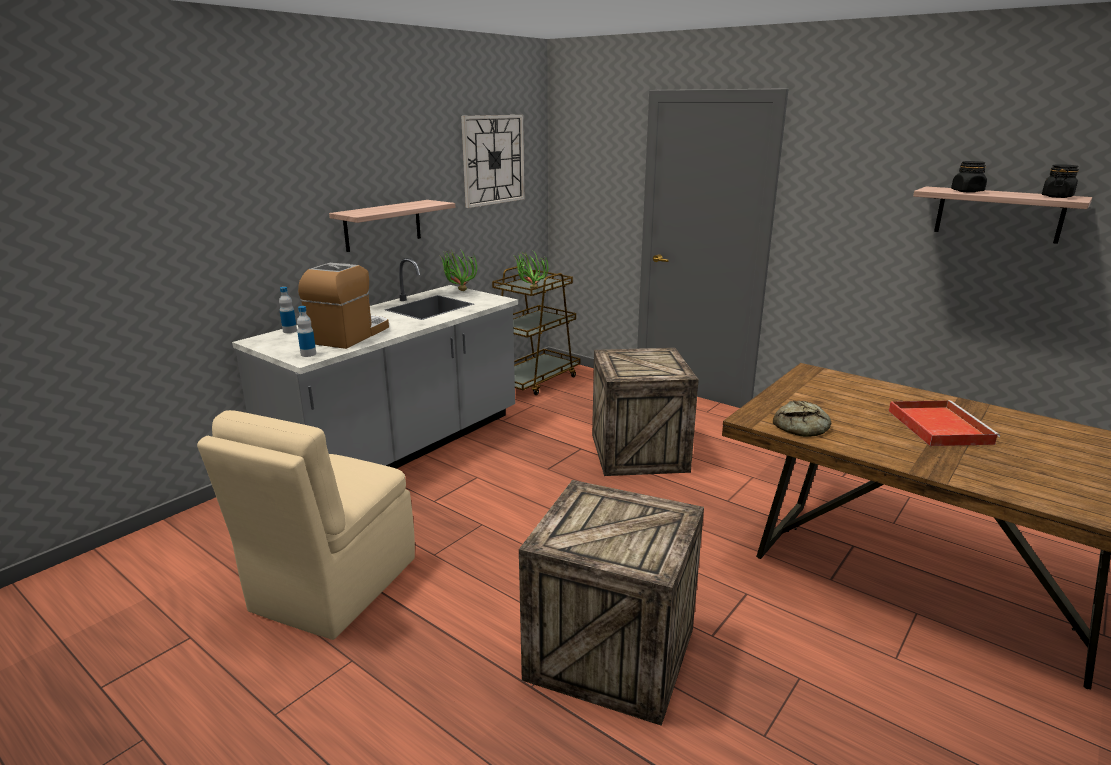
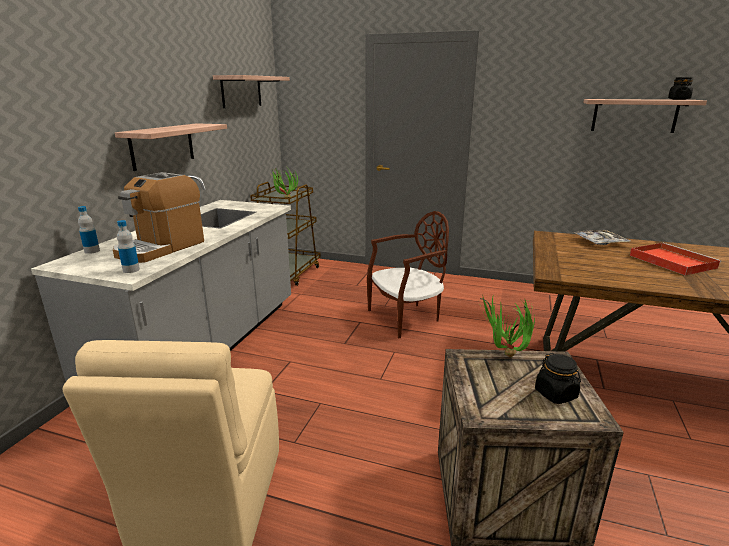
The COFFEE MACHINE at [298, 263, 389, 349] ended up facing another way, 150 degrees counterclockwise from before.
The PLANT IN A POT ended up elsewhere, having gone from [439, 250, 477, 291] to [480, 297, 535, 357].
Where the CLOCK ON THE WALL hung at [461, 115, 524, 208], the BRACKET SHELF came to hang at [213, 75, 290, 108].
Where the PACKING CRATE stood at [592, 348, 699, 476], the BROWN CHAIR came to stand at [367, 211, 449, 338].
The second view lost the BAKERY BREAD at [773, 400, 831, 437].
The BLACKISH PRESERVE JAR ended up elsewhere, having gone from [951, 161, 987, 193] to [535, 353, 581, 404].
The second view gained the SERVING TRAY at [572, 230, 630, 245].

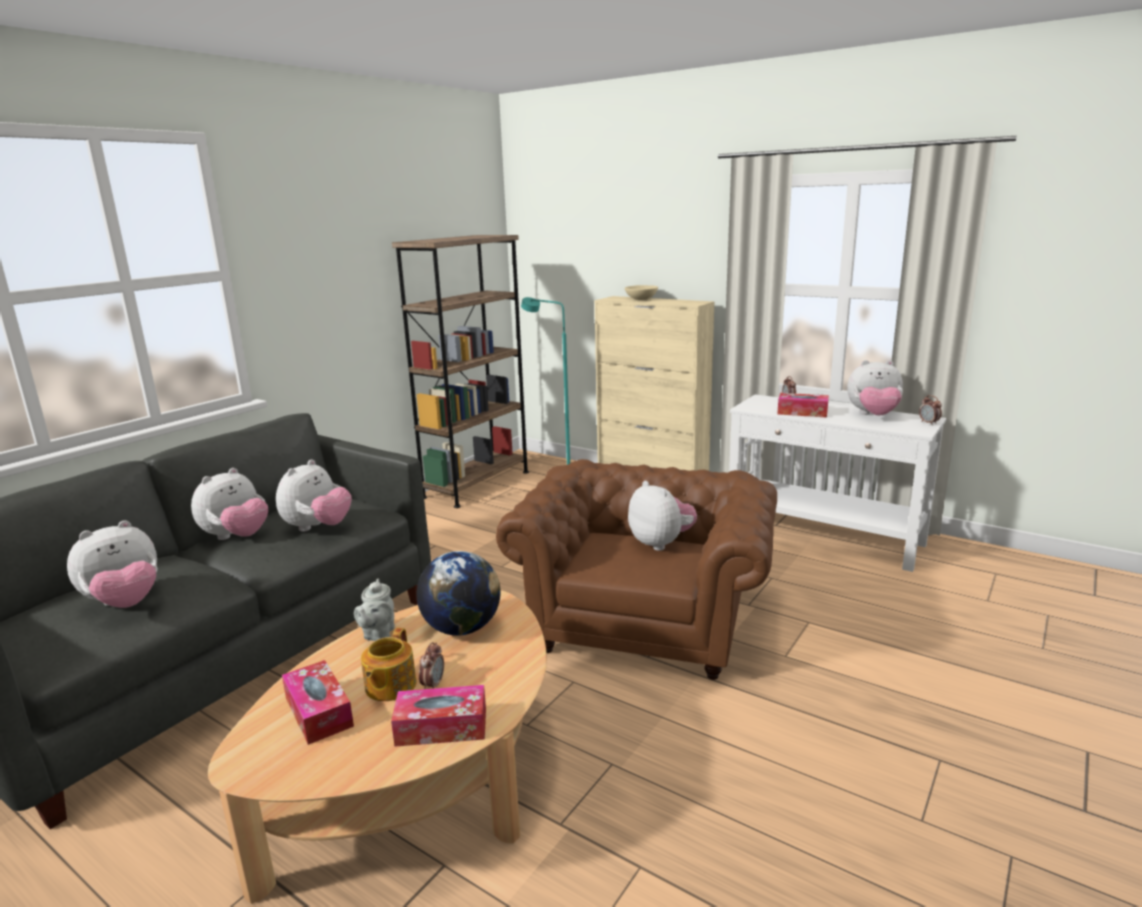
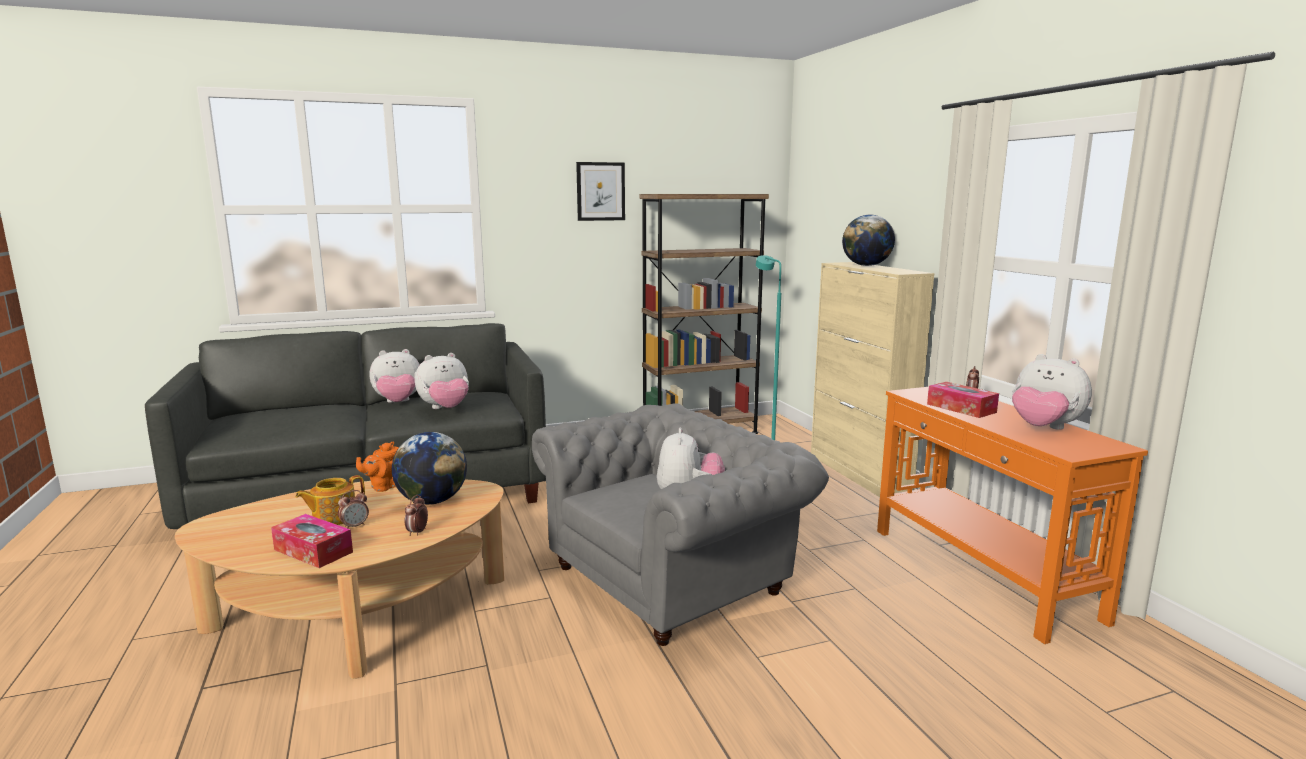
The second view lost the SOFT TOY at [67, 520, 157, 608].
The second view lost the BOX OF TISSUES at [282, 660, 354, 745].
What was the GREYISH POT FOR TEA at [354, 579, 395, 641] turned into the ORANGE-COLOURED POT FOR TEA at [356, 442, 399, 492].
What was the BROWN EASY CHAIR at [496, 459, 777, 680] turned into the GREYISH EASY CHAIR at [532, 403, 829, 646].
Where the BEIGE SERVING BOWL stood at [625, 285, 658, 300], the GLOBE came to stand at [842, 215, 895, 266].
What was the WHITE-COLOURED NARROW TABLE at [729, 394, 946, 572] turned into the ORANGE-COLOURED NARROW TABLE at [877, 387, 1148, 644].
The TABLE CLOCK ended up elsewhere, having gone from [919, 395, 942, 424] to [405, 495, 428, 536].
The second view gained the PICTURE at [576, 162, 625, 221].

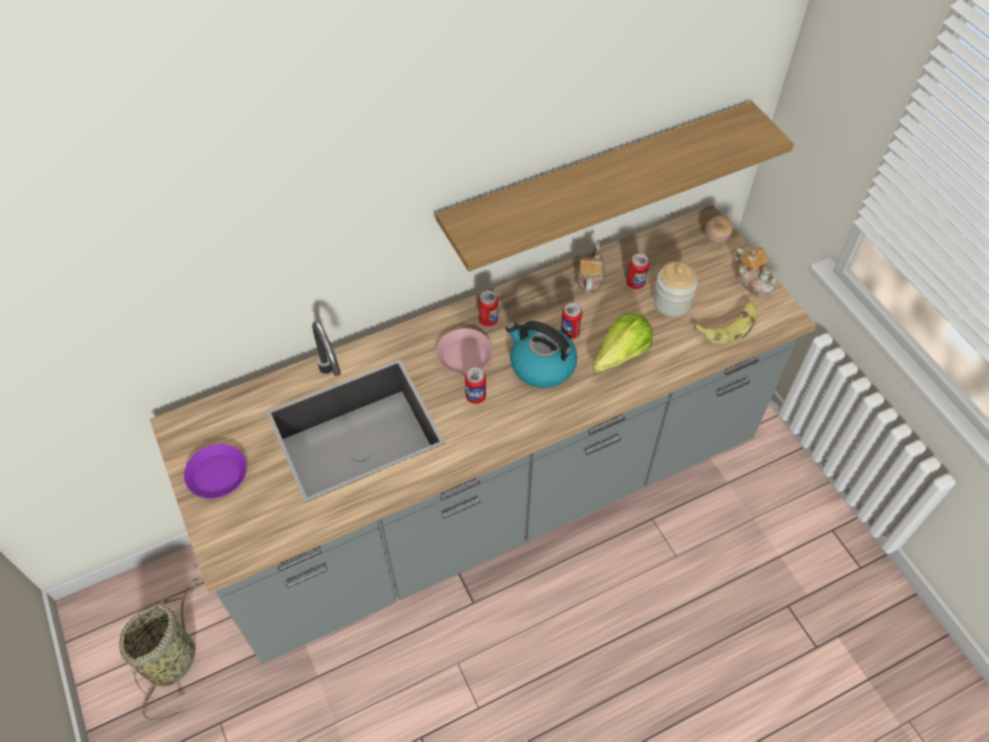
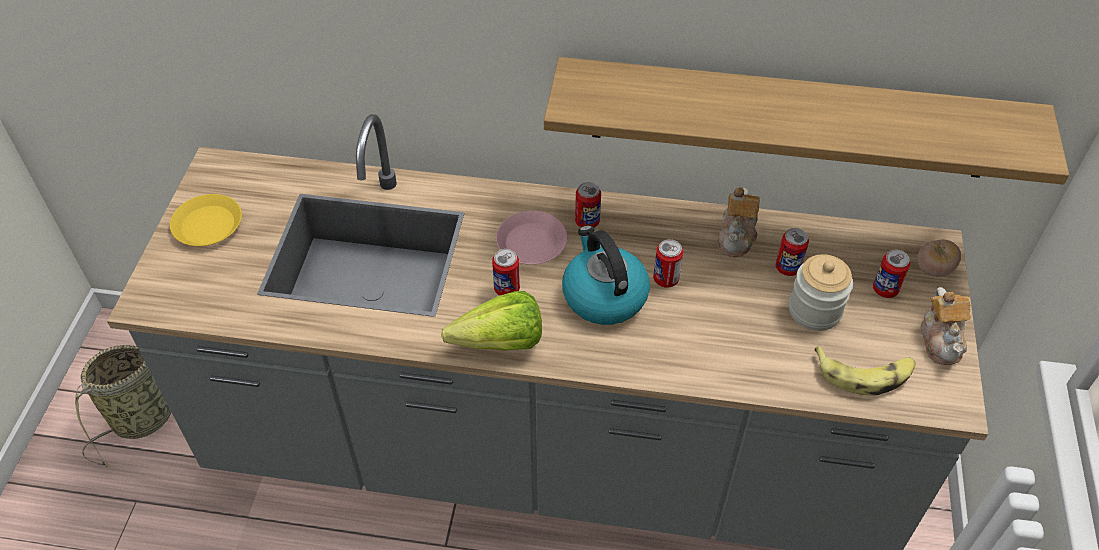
What was the PURPLE-COLOURED FLAT DISH at [184, 444, 247, 499] turned into the YELLOWISH FLAT DISH at [170, 194, 242, 246].
The POT FOR TEA at [574, 241, 605, 293] ended up facing another way, 150 degrees clockwise from before.
The HEAD OF LETTUCE ended up elsewhere, having gone from [593, 313, 653, 373] to [441, 291, 542, 351].
The second view gained the METAL CAN at [873, 250, 910, 298].

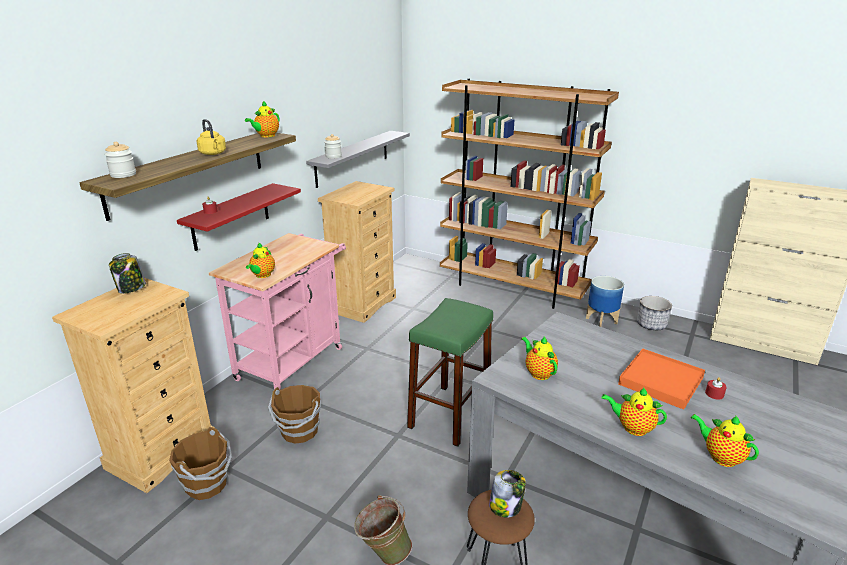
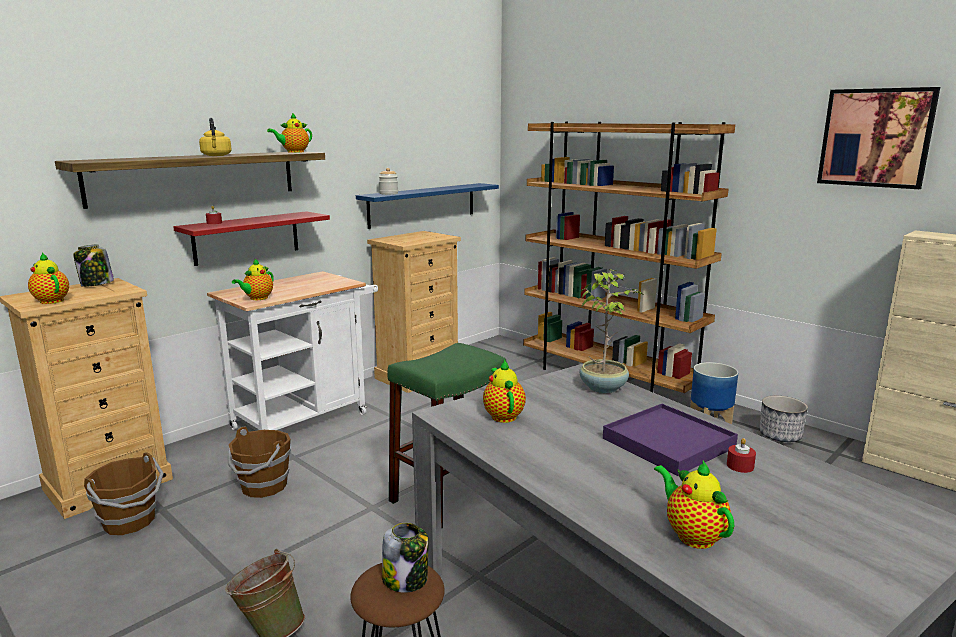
The second view lost the PRESERVE JAR at [104, 142, 136, 178].
What was the PINKISH WHEELED CART at [209, 233, 346, 390] turned into the WHITE-COLOURED WHEELED CART at [207, 271, 378, 430].
What was the GREYISH BRACKET SHELF at [306, 131, 410, 188] turned into the BLUISH BRACKET SHELF at [356, 183, 499, 229].
The POT FOR TEA ended up elsewhere, having gone from [601, 387, 667, 436] to [28, 252, 69, 304].
What was the ORANGE-COLOURED SERVING TRAY at [618, 348, 705, 410] turned into the PURPLE-COLOURED SERVING TRAY at [603, 404, 738, 476].
The second view gained the PLANT IN A POT at [579, 269, 643, 393].
The second view gained the PICTURE at [817, 87, 940, 189].

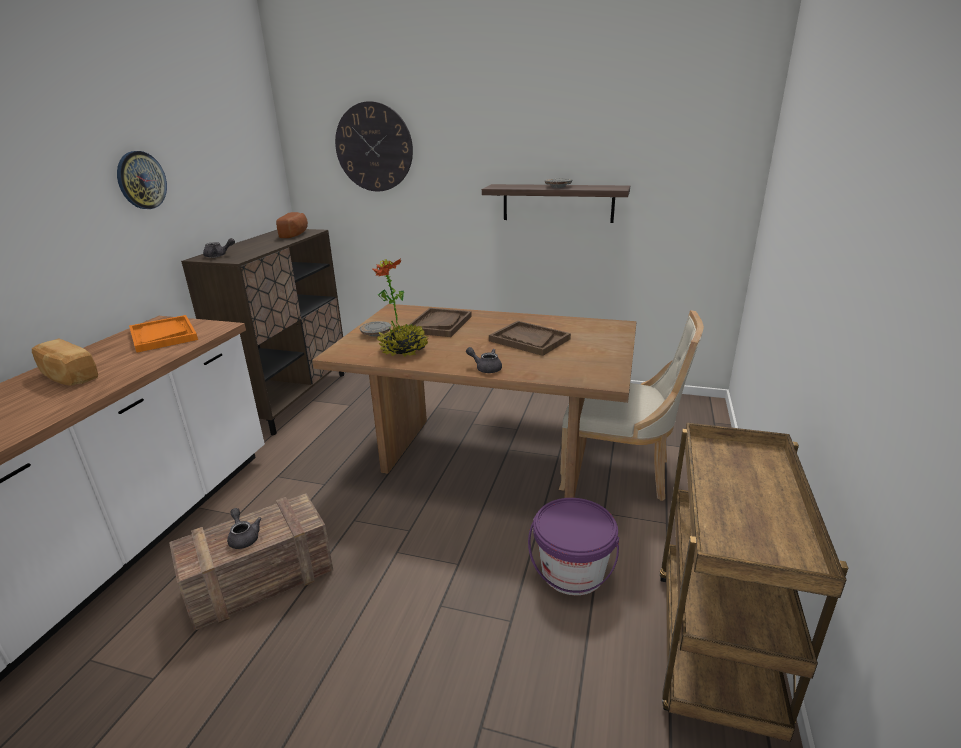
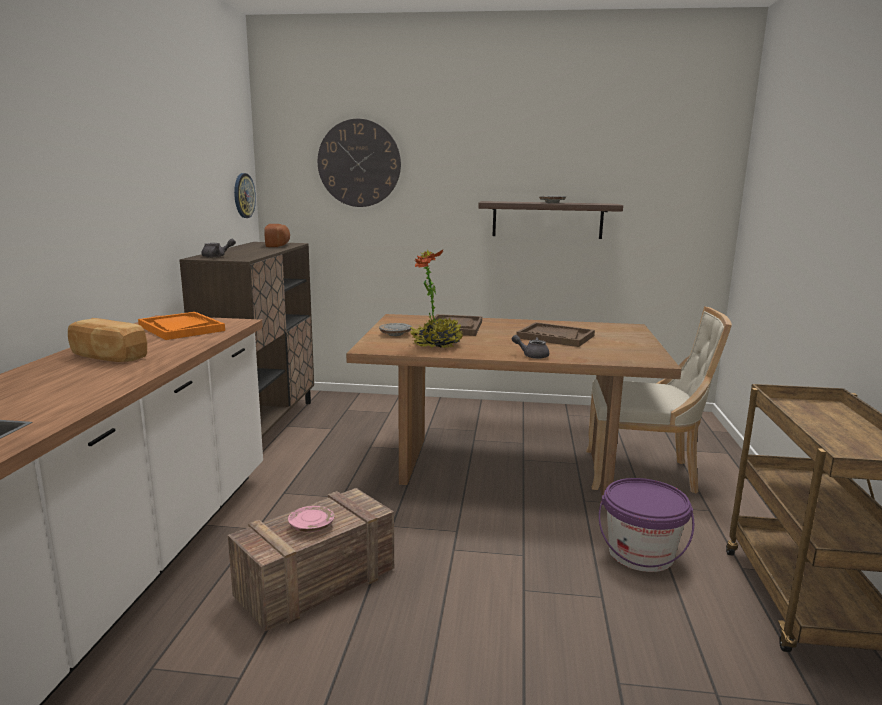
The CLOCK ON THE WALL ended up elsewhere, having gone from [117, 151, 167, 209] to [234, 173, 256, 218].
Where the GREYISH POT FOR TEA stood at [227, 508, 262, 549], the PINKISH FLAT DISH came to stand at [288, 506, 334, 532].

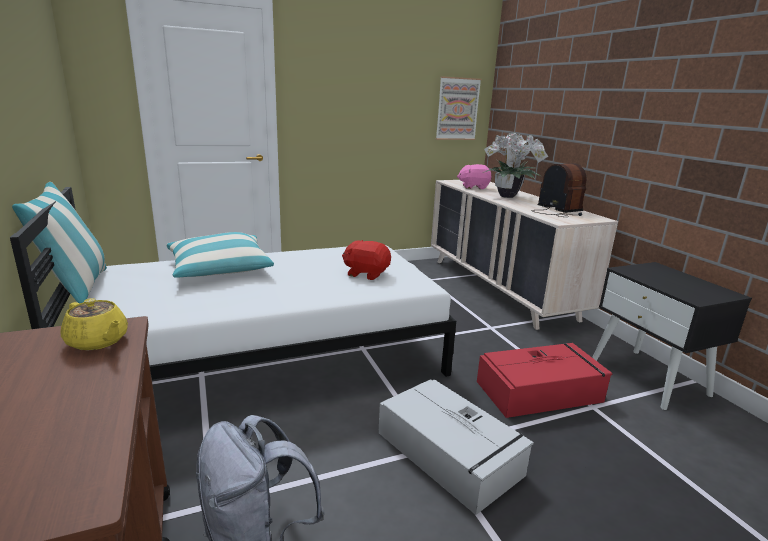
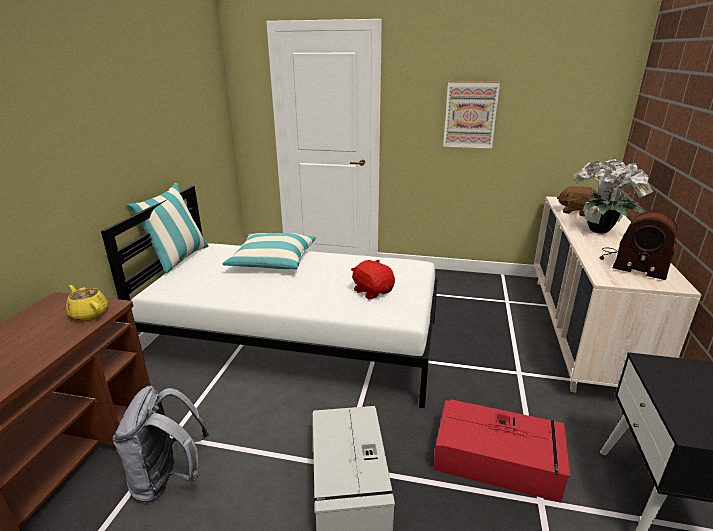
The YELLOWISH POT FOR TEA at [60, 298, 128, 351] ended up facing another way, 150 degrees clockwise from before.
The PICTURE ended up elsewhere, having gone from [436, 76, 481, 140] to [443, 81, 500, 150].
What was the PINKISH SOFT TOY at [457, 164, 491, 189] turned into the BROWN SOFT TOY at [557, 186, 598, 216].
The RADIO RECEIVER at [532, 163, 586, 217] ended up facing another way, 120 degrees clockwise from before.

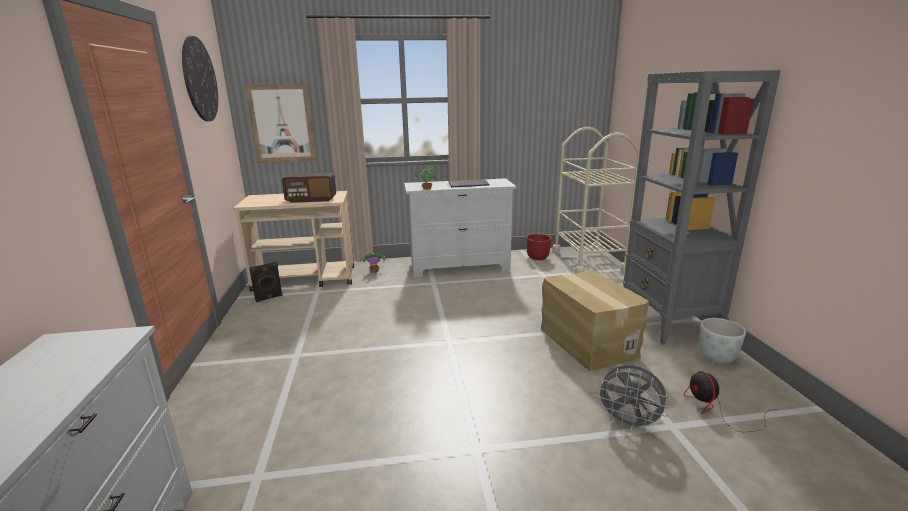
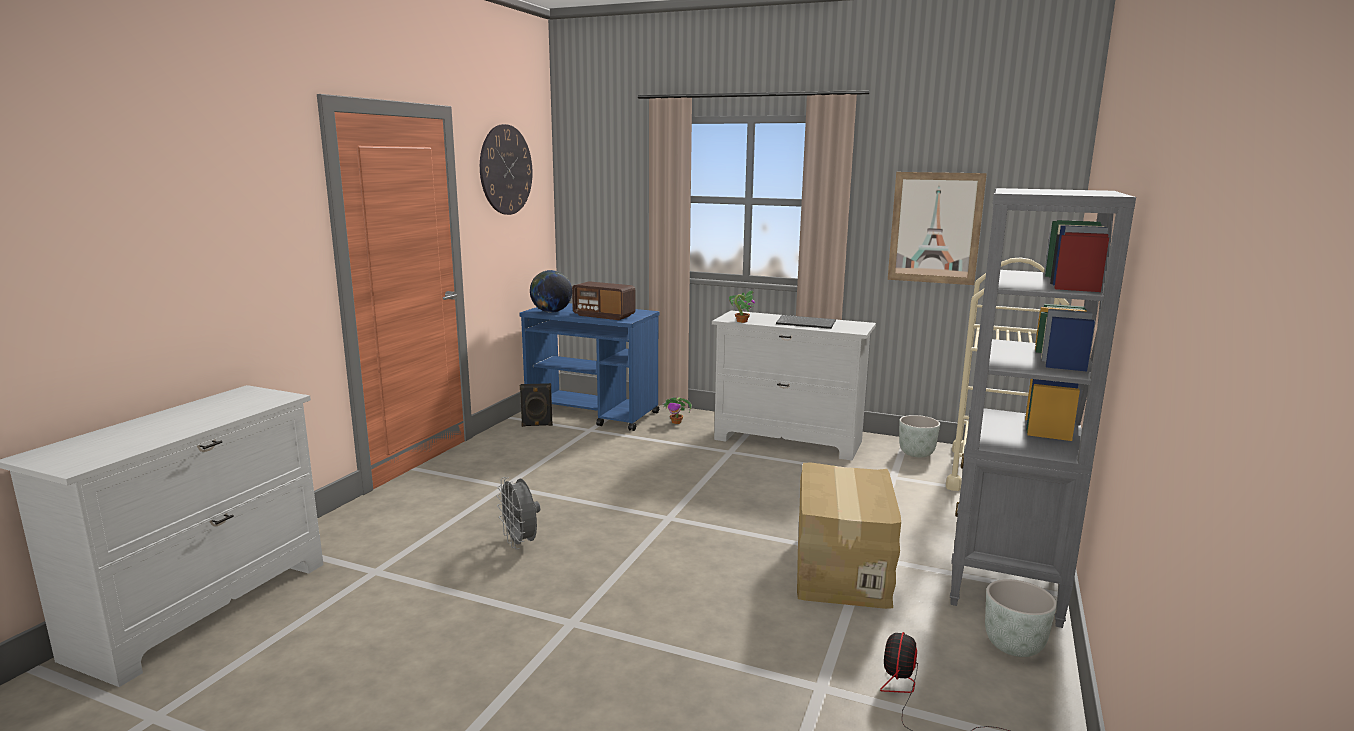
What was the BEIGE WHEELED CART at [233, 191, 354, 292] turned into the BLUISH WHEELED CART at [519, 303, 659, 431].
The PICTURE ended up elsewhere, having gone from [245, 84, 317, 163] to [888, 172, 987, 285].
What was the REDDISH FLOWER POT at [526, 234, 552, 260] turned into the GREYISH FLOWER POT at [899, 415, 940, 458].
The GREYISH COOLING FAN ended up elsewhere, having gone from [595, 365, 670, 431] to [497, 477, 540, 550].
The second view gained the GLOBE at [530, 270, 572, 313].

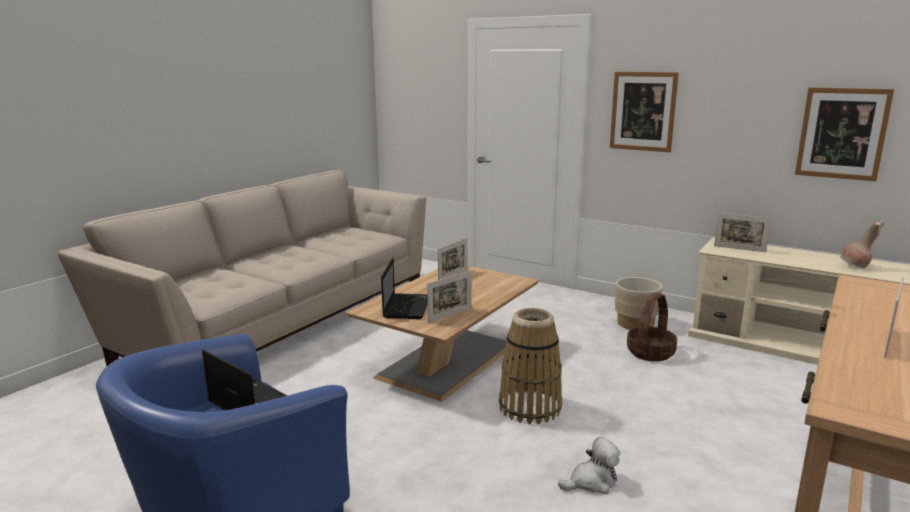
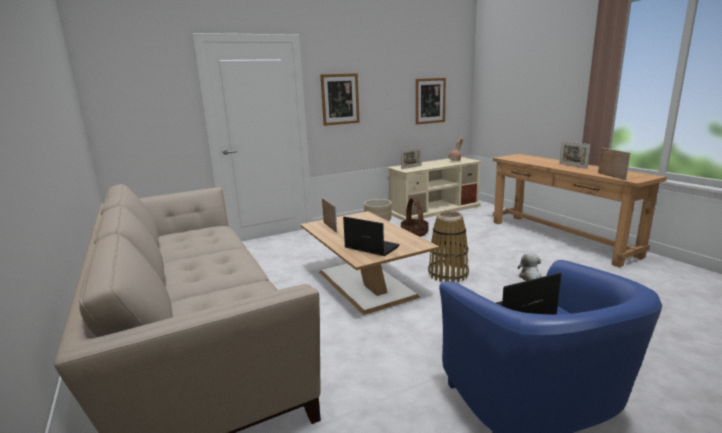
The PICTURE FRAME ended up elsewhere, having gone from [427, 271, 471, 323] to [598, 147, 630, 180].

